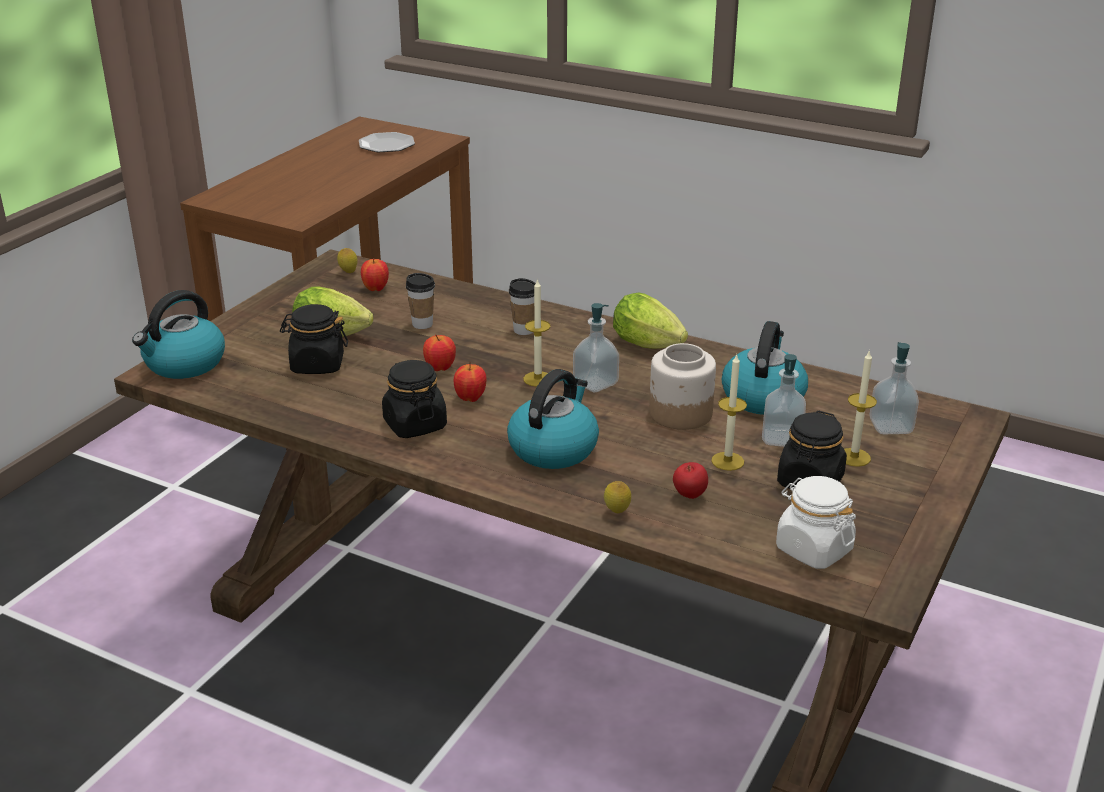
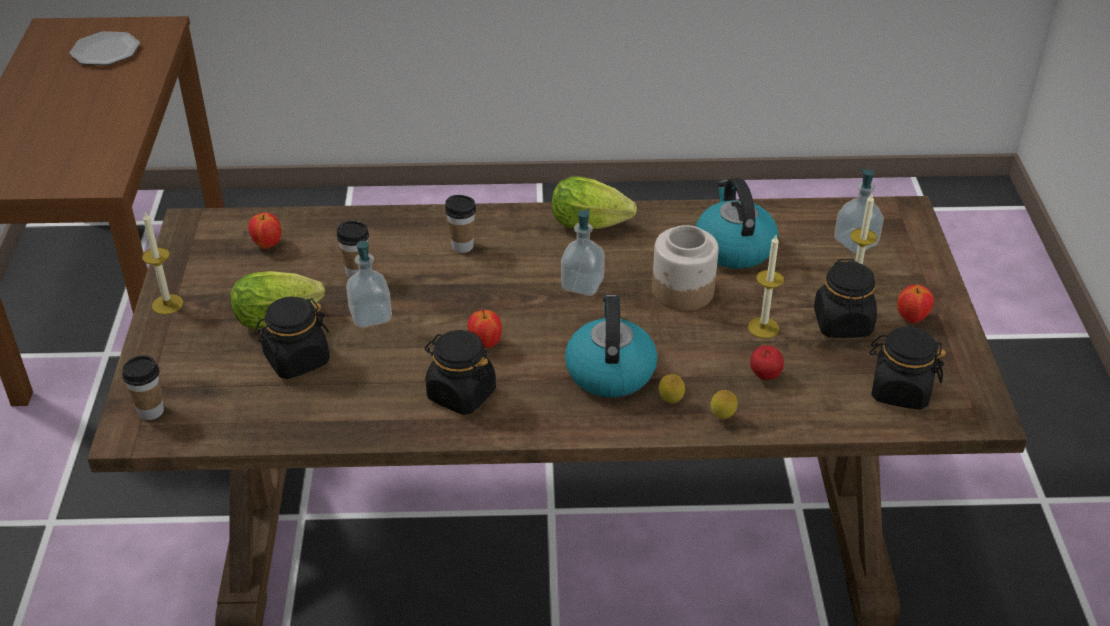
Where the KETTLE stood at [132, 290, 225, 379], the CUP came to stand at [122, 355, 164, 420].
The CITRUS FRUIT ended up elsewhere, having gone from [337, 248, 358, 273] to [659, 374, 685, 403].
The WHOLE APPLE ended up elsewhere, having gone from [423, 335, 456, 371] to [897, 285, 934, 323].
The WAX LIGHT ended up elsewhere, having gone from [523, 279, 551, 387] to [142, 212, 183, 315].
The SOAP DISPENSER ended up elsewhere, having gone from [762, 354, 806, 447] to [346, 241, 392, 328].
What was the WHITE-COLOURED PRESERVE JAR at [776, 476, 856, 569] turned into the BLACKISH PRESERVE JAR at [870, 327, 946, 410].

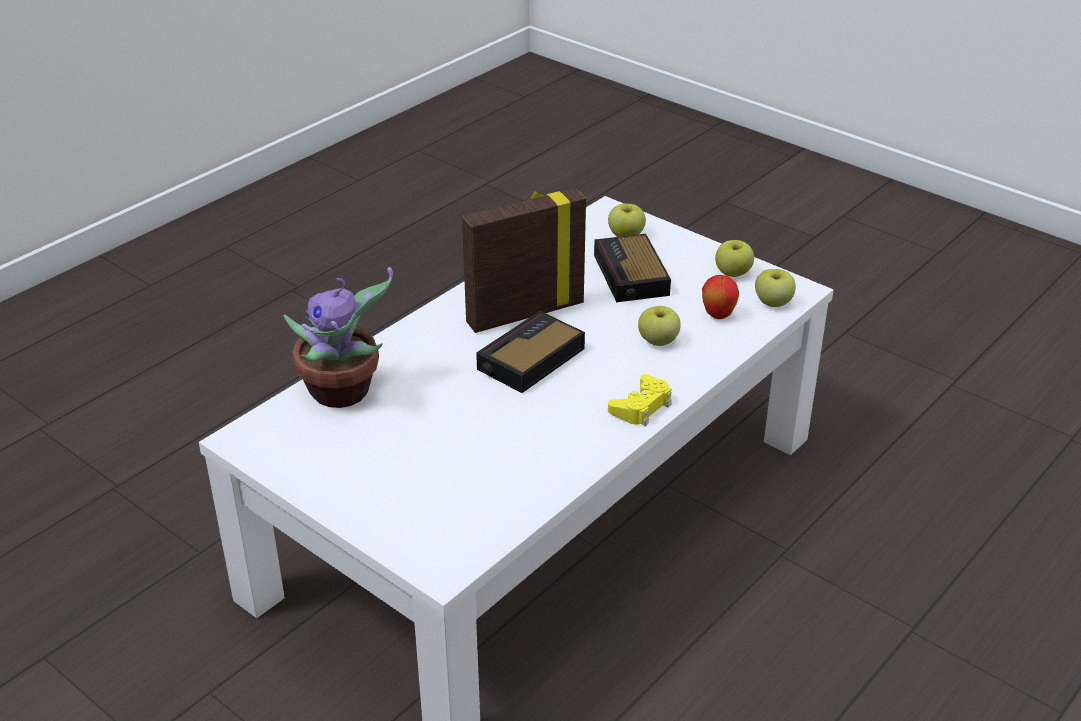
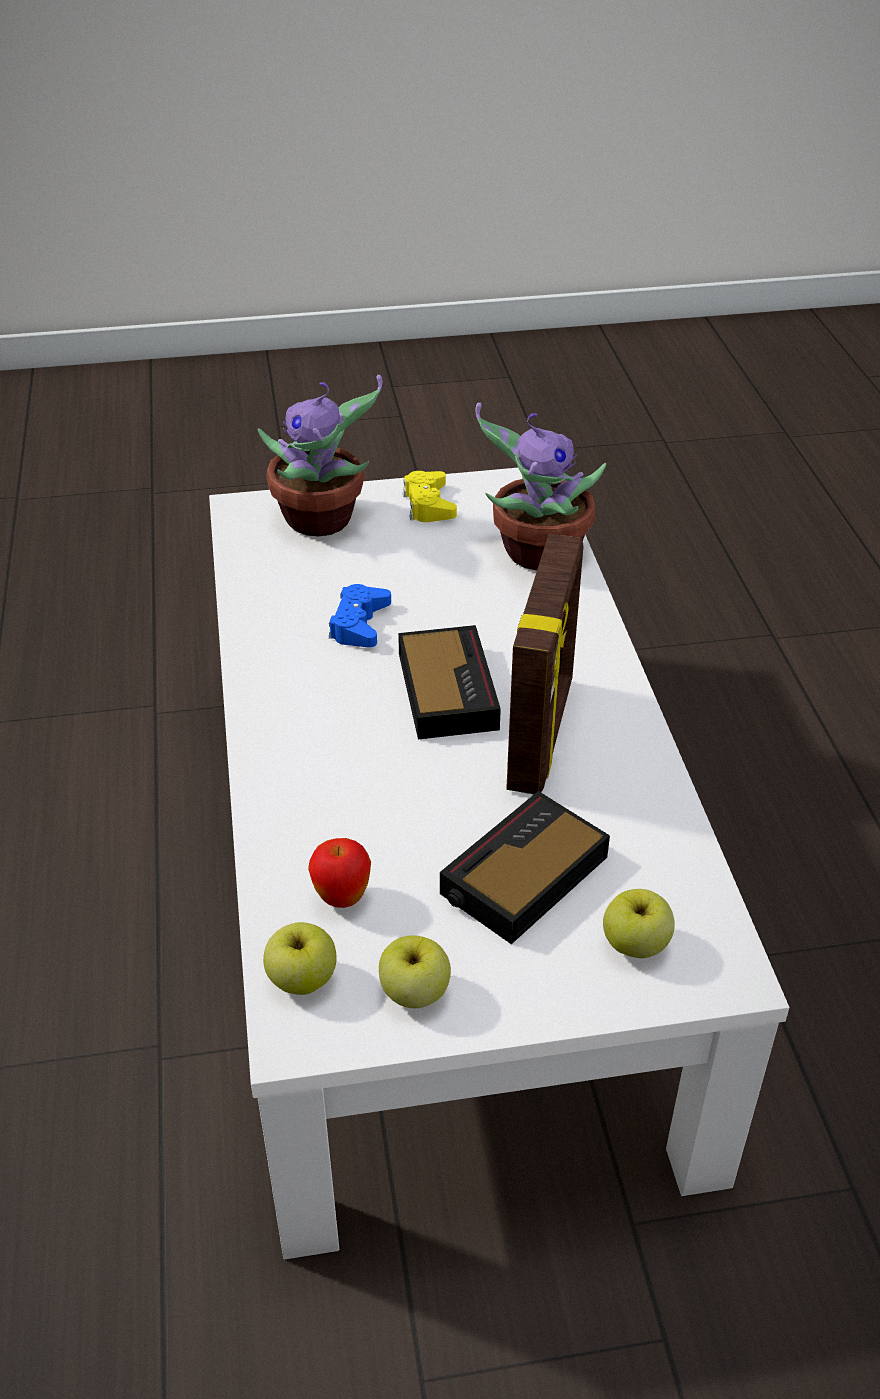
The TABLE CLOCK at [594, 234, 671, 302] ended up facing another way, 75 degrees counterclockwise from before.
The YELLOWISH GAMEPAD ended up elsewhere, having gone from [608, 374, 671, 426] to [403, 471, 457, 522].
The second view lost the WHOLE APPLE at [638, 306, 681, 346].
The second view gained the PLANT IN A POT at [258, 375, 383, 536].
The second view gained the BLUISH GAMEPAD at [329, 584, 391, 648].

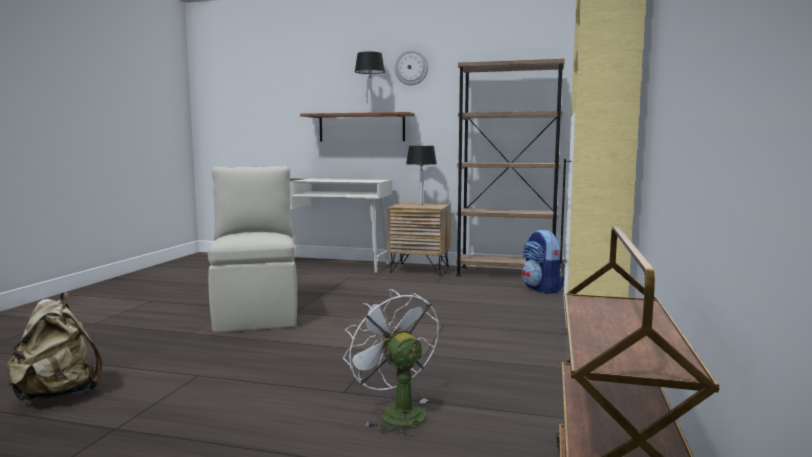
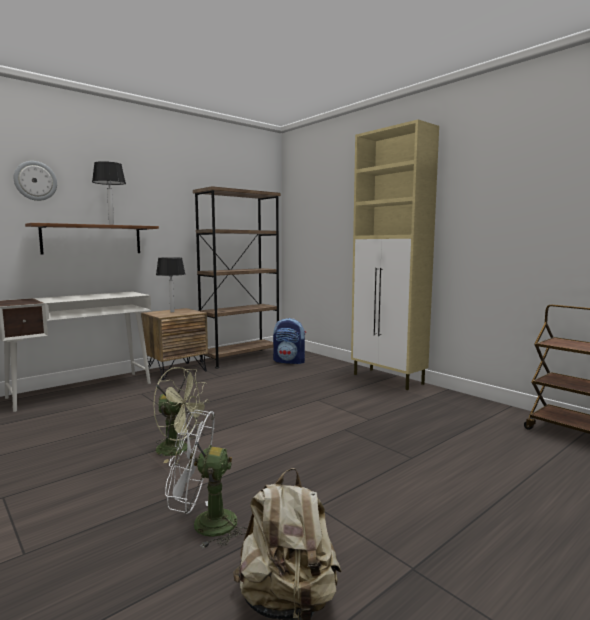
Where the BEIGE CHAIR stood at [208, 166, 297, 333], the GREEN COOLING FAN came to stand at [153, 367, 210, 463].
The WHITE-COLOURED COOLING FAN ended up elsewhere, having gone from [343, 289, 439, 436] to [165, 410, 248, 548].
The CLOCK ON THE WALL ended up elsewhere, having gone from [395, 50, 428, 85] to [14, 161, 57, 201].

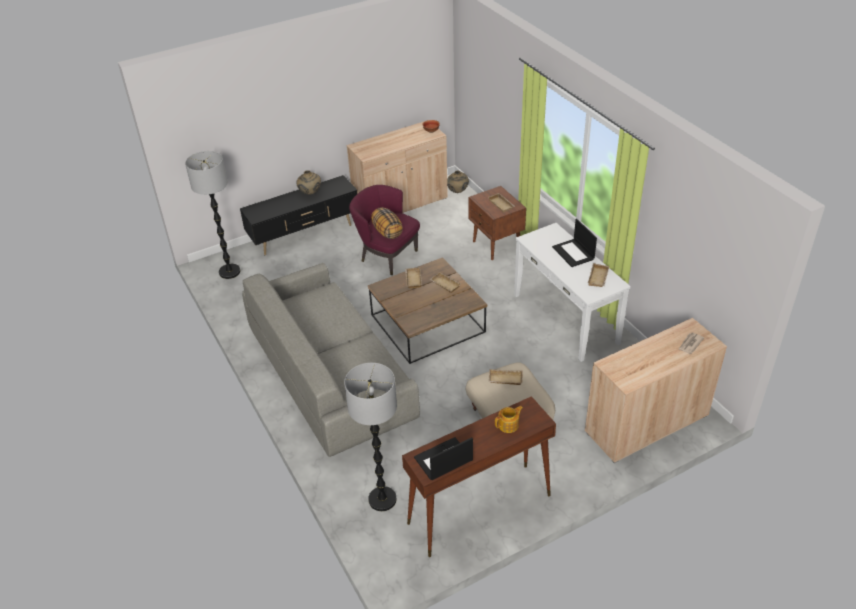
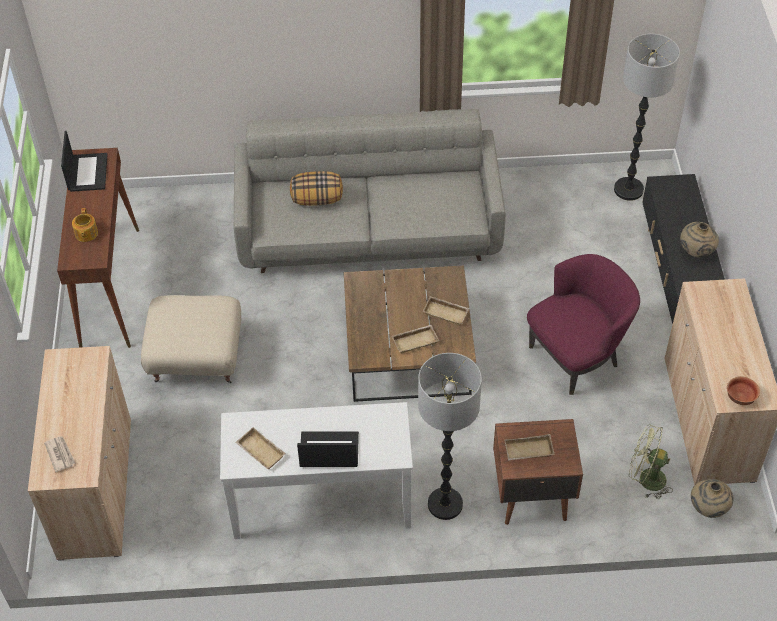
The FLOOR LAMP ended up elsewhere, having gone from [344, 363, 397, 511] to [418, 353, 482, 520].
The CUSHION ended up elsewhere, having gone from [371, 207, 403, 239] to [290, 171, 343, 206].
The second view lost the BEIGE SERVING TRAY at [488, 369, 523, 385].
The second view gained the GREEN COOLING FAN at [629, 424, 673, 499].

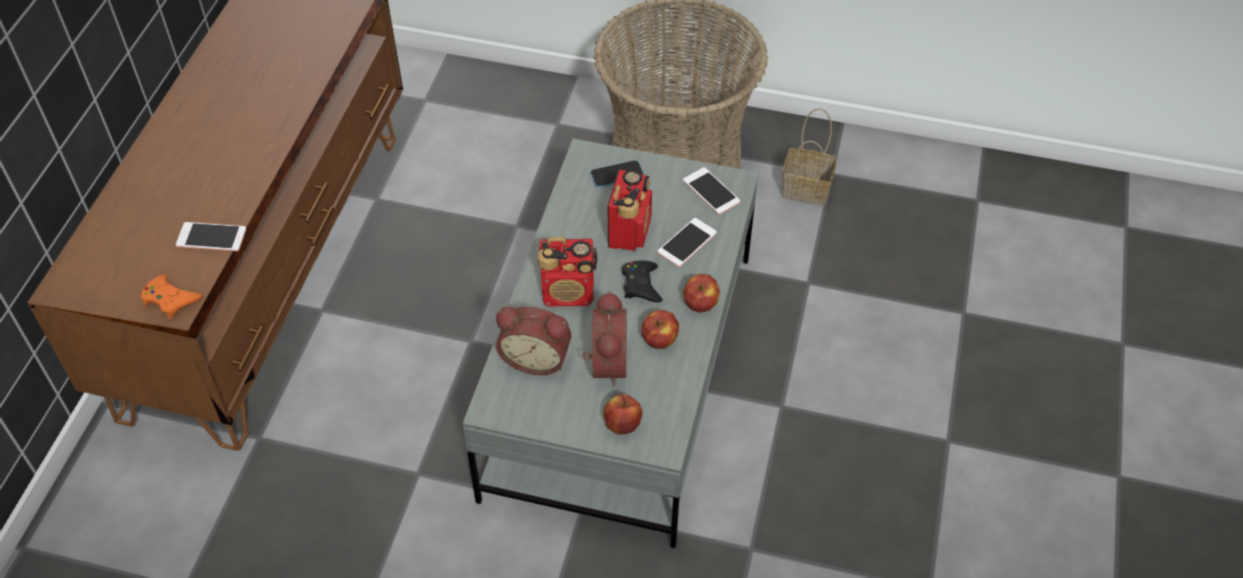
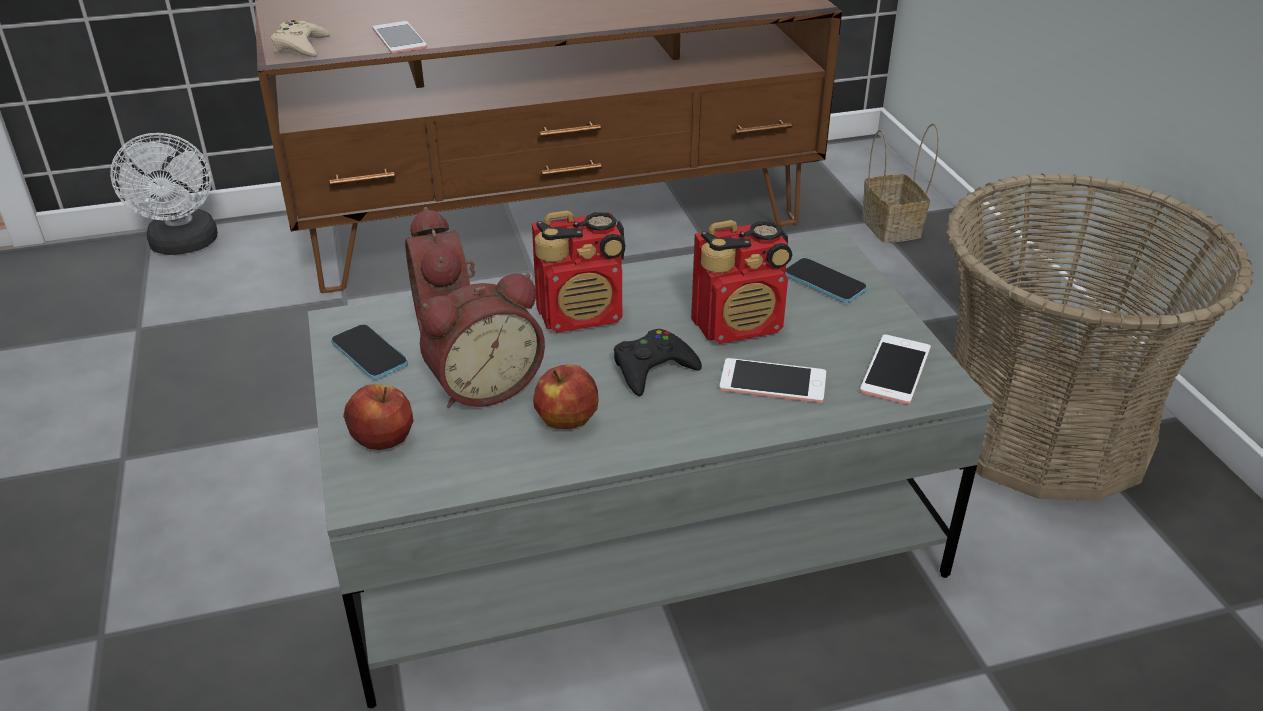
What was the ORANGE-COLOURED GAMEPAD at [141, 275, 202, 319] turned into the BEIGE GAMEPAD at [271, 20, 330, 57].
The RADIO RECEIVER at [538, 237, 597, 306] ended up facing another way, 75 degrees counterclockwise from before.
The second view lost the WHOLE APPLE at [683, 274, 720, 312].
The STORAGE BASKET ended up elsewhere, having gone from [782, 108, 836, 206] to [862, 123, 939, 243].
The second view gained the WHITE-COLOURED COOLING FAN at [110, 133, 218, 255].
The second view gained the TELEPHONE at [331, 324, 408, 380].

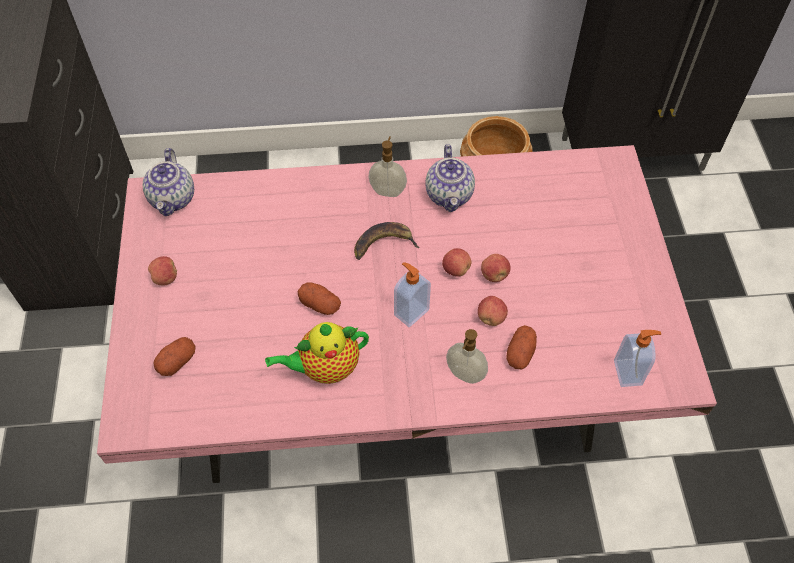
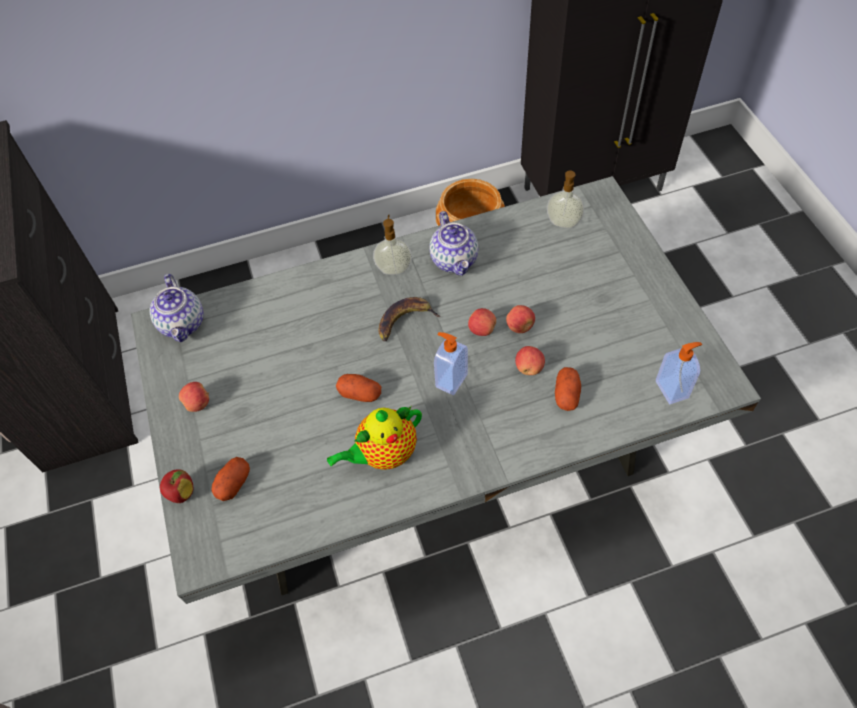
What was the PINKISH KITCHEN TABLE at [97, 145, 717, 483] turned into the GREYISH KITCHEN TABLE at [131, 176, 761, 604].
The SOAP DISPENSER ended up elsewhere, having gone from [446, 329, 488, 384] to [547, 171, 584, 228].
The second view gained the WHOLE APPLE at [160, 469, 193, 503].

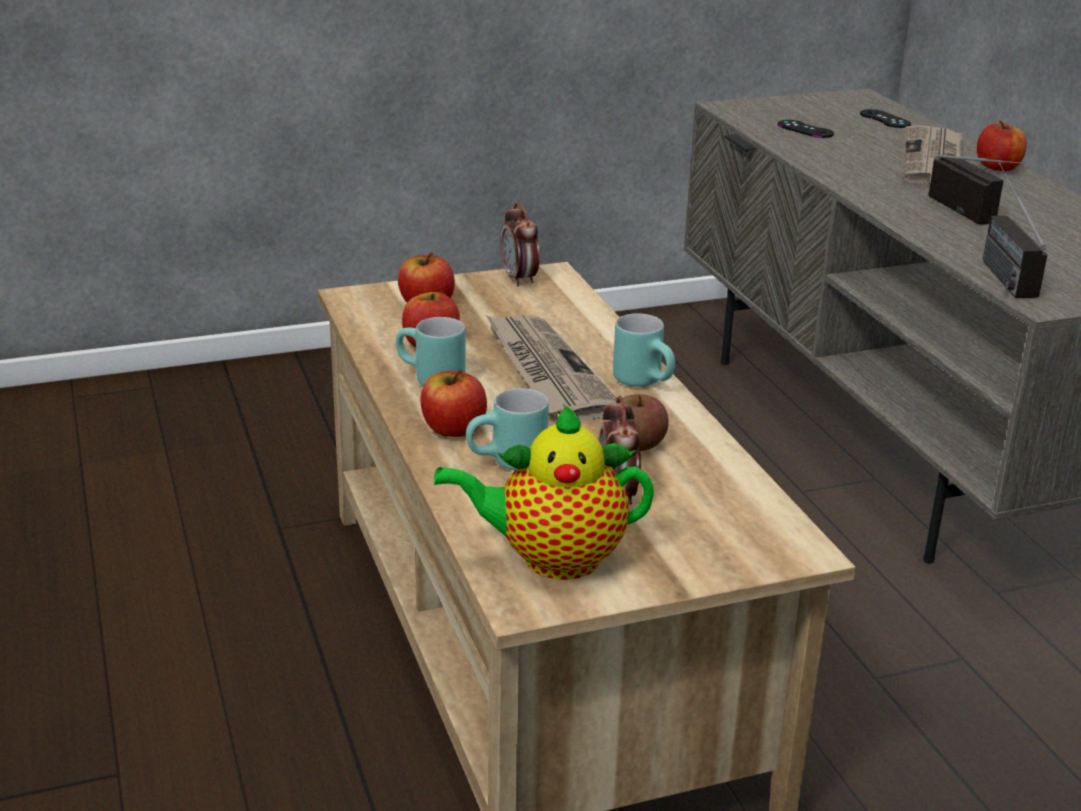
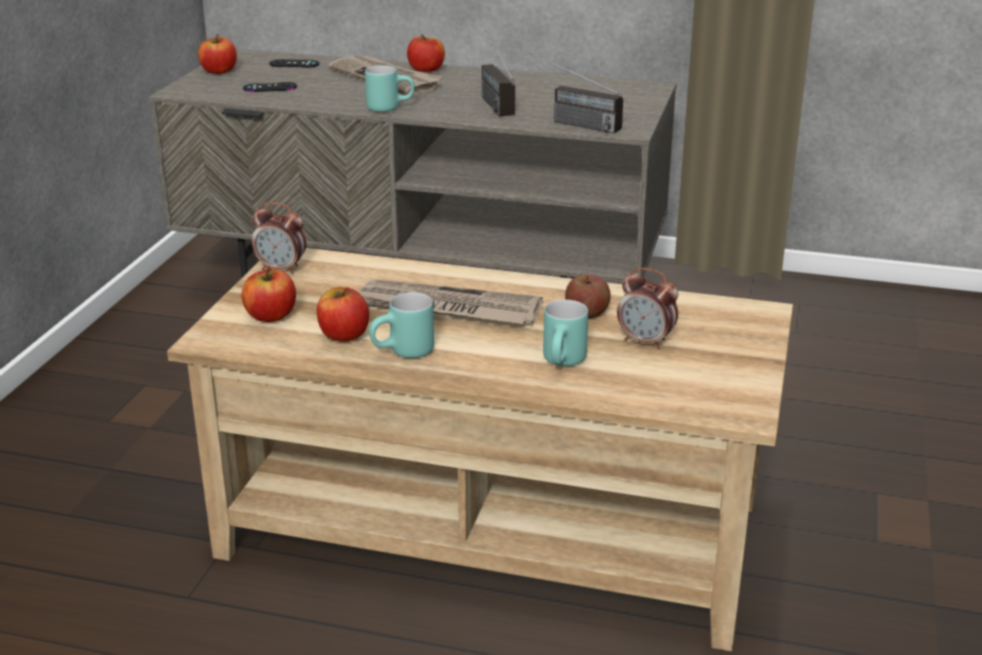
The WHOLE APPLE ended up elsewhere, having gone from [421, 369, 487, 437] to [198, 34, 237, 74].
The second view lost the POT FOR TEA at [434, 404, 654, 580].
The TURQUOISE TEA MUG ended up elsewhere, having gone from [613, 313, 675, 387] to [365, 65, 415, 112].
The RADIO RECEIVER at [928, 154, 1025, 225] ended up facing another way, 120 degrees counterclockwise from before.

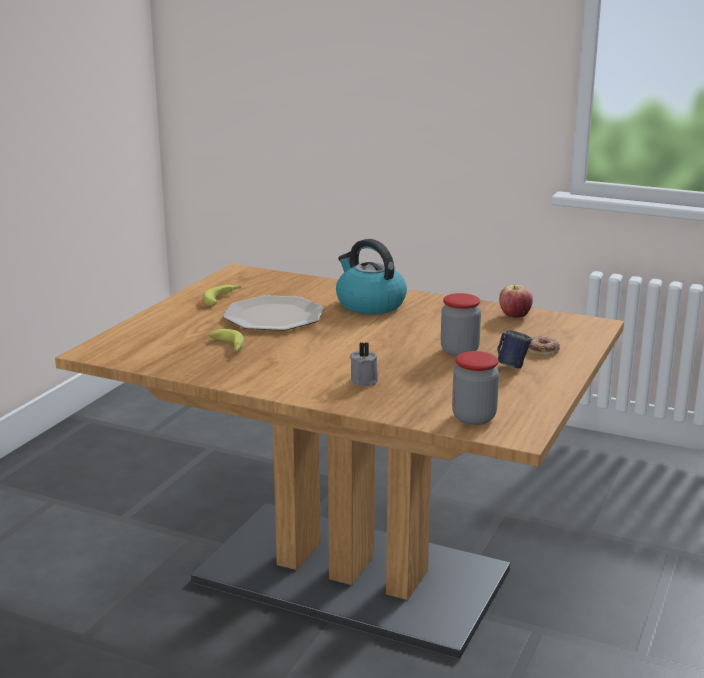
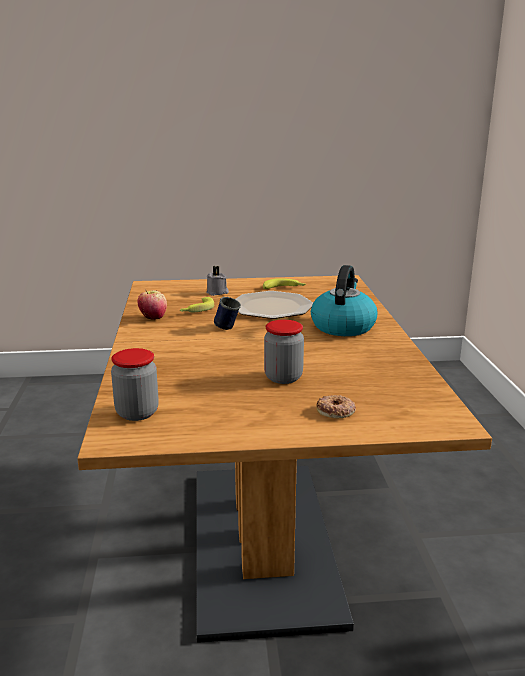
The GREYISH WAX LIGHT ended up elsewhere, having gone from [350, 342, 378, 386] to [206, 266, 229, 296].
The BLUISH TEA MUG ended up elsewhere, having gone from [497, 330, 532, 369] to [214, 297, 241, 330].
The WHOLE APPLE ended up elsewhere, having gone from [499, 285, 533, 318] to [138, 289, 167, 320].

